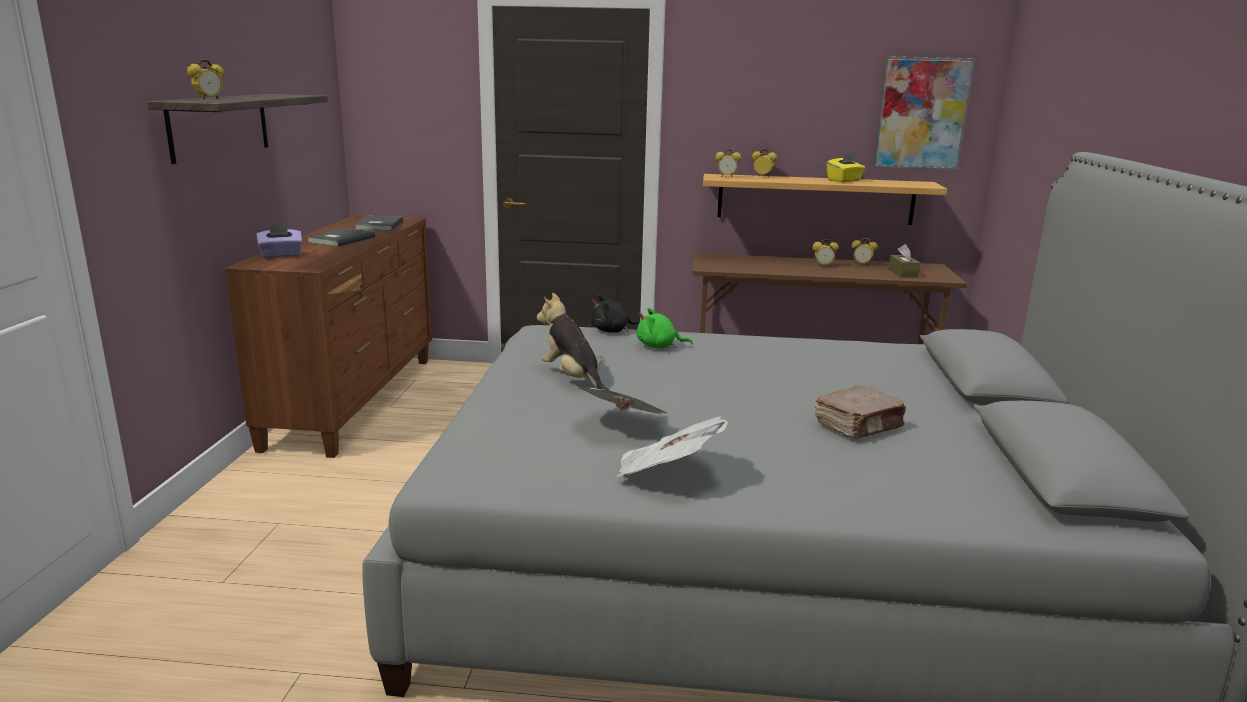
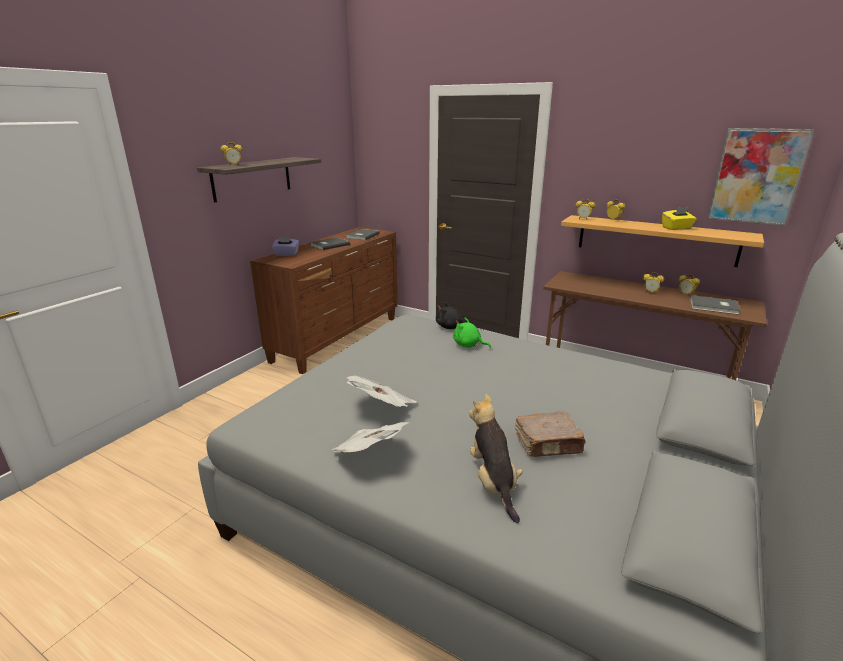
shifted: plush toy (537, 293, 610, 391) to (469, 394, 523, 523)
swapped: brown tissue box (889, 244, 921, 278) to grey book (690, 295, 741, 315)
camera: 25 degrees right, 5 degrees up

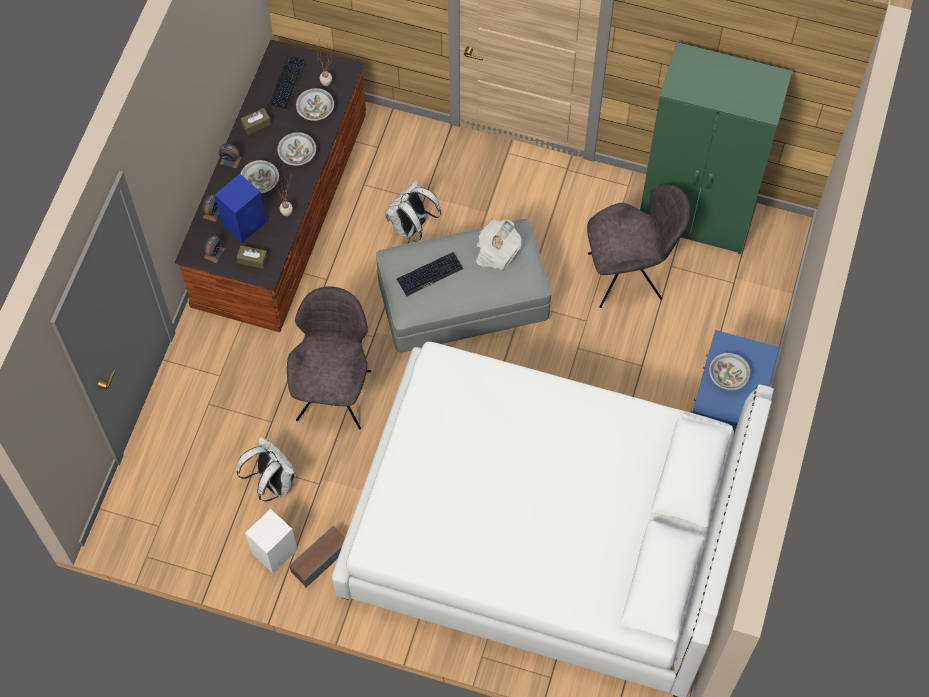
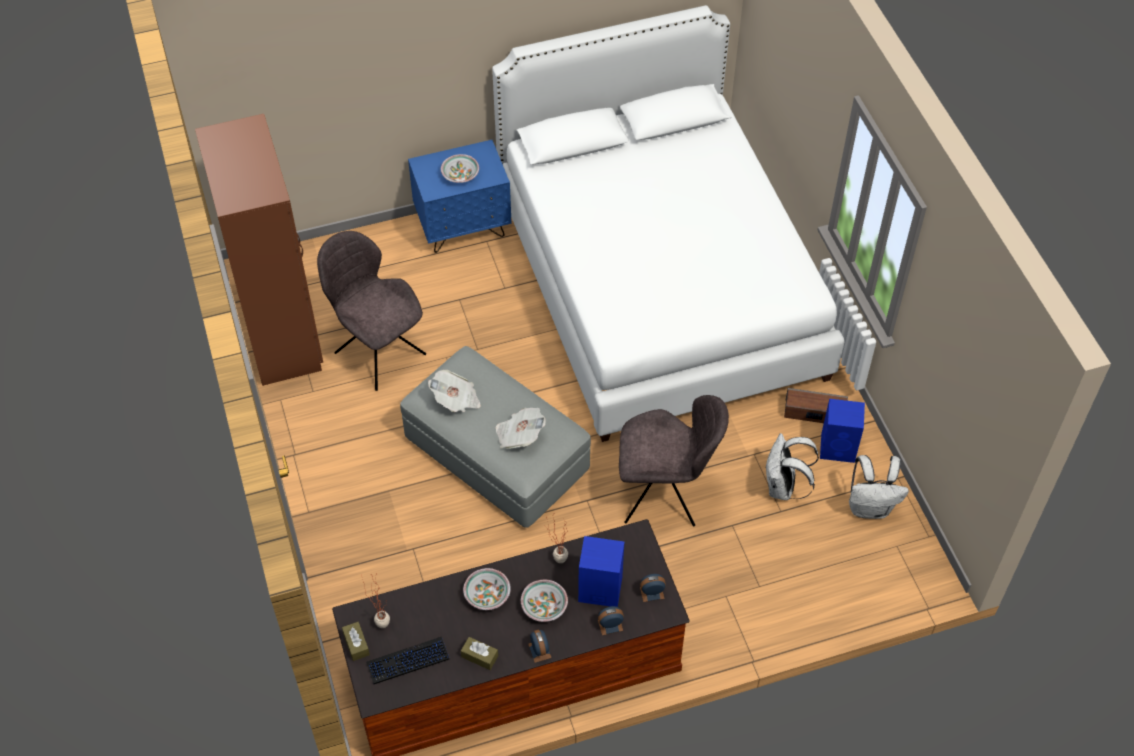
gone: bowl (296, 88, 334, 121)
shifted: brown tissue box (236, 245, 268, 269) to (342, 622, 370, 661); white backpack (385, 180, 441, 242) to (849, 455, 909, 519)
swapped: keyboard (396, 252, 463, 297) to newspaper (495, 408, 546, 449)
repainted: white speaker (245, 509, 298, 573) to blue speaker (820, 399, 865, 463); green wardrobe (640, 42, 792, 255) to brown wardrobe (195, 114, 323, 386)
rotated: grey chair (287, 286, 371, 429) = (619, 395, 729, 527) 150 degrees counterclockwise
camera: 125 degrees left, 10 degrees down

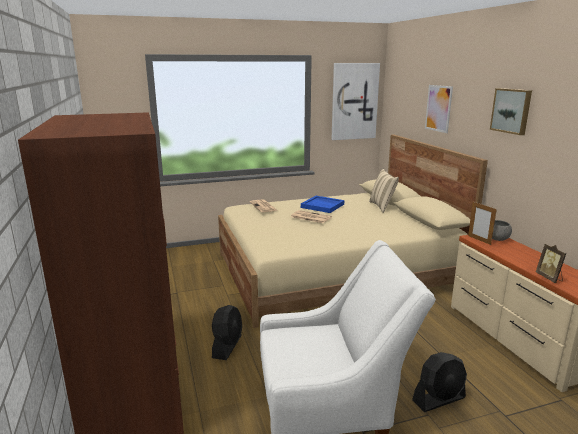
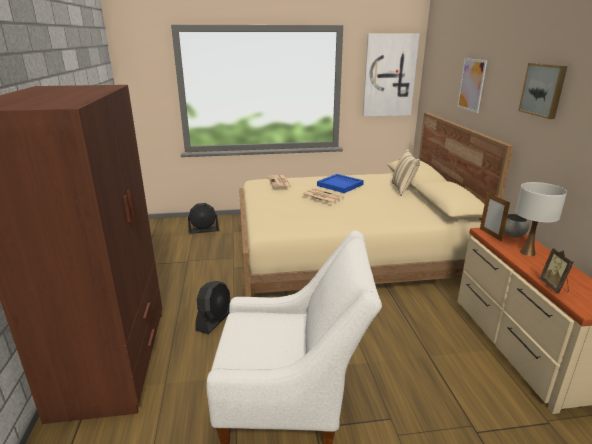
new: white table lamp (515, 182, 567, 256)
shifted: black fan (412, 352, 467, 412) to (188, 203, 219, 234)
camera: 10 degrees right, 5 degrees up

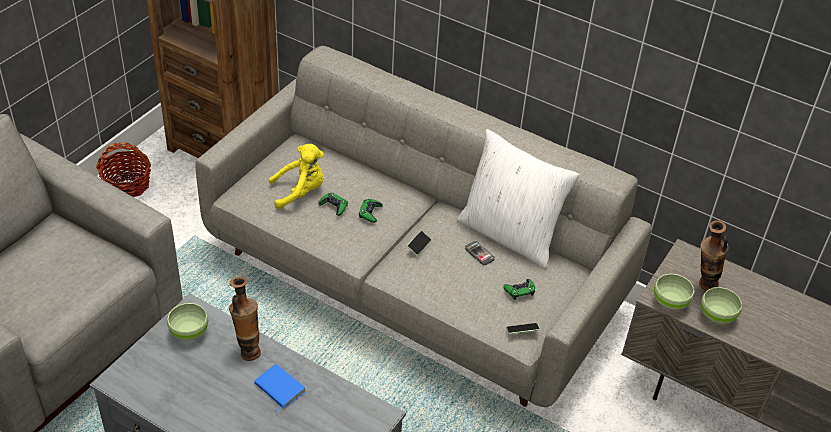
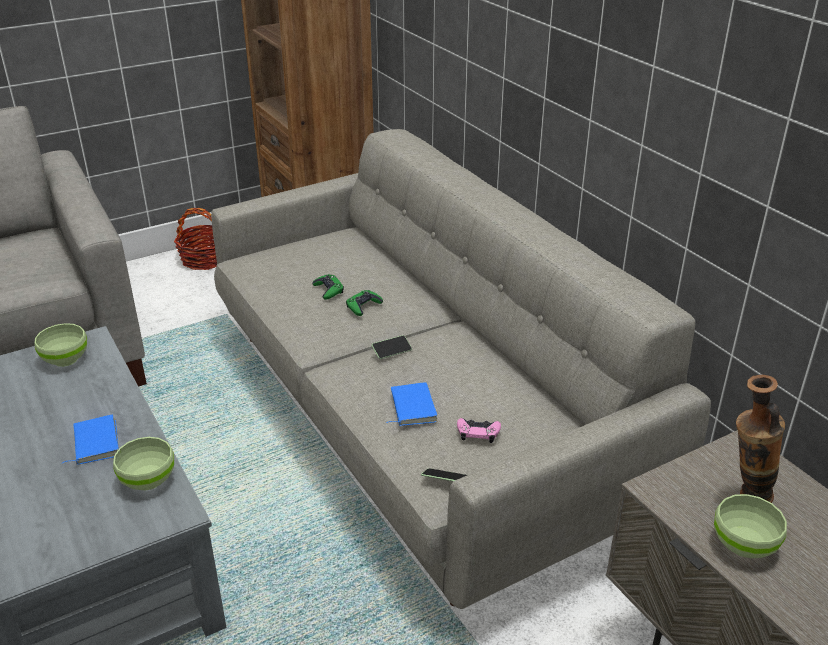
gone: vase (229, 277, 261, 361); yellow plush toy (269, 144, 324, 209); white pillow (457, 129, 579, 269); phone (465, 241, 495, 265)
new: blue book (386, 382, 437, 426)
shifted: green bowl (654, 274, 694, 310) to (113, 437, 174, 490)
repainted: green game controller (503, 279, 535, 300) to pink game controller (457, 418, 501, 443)
camera: 30 degrees right, 10 degrees down

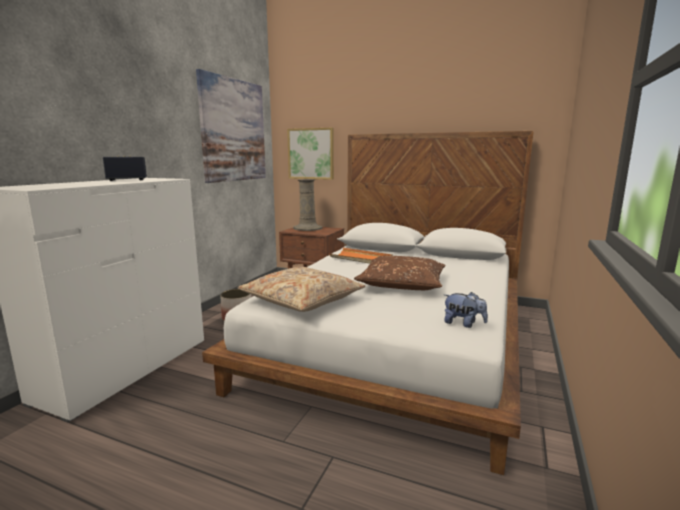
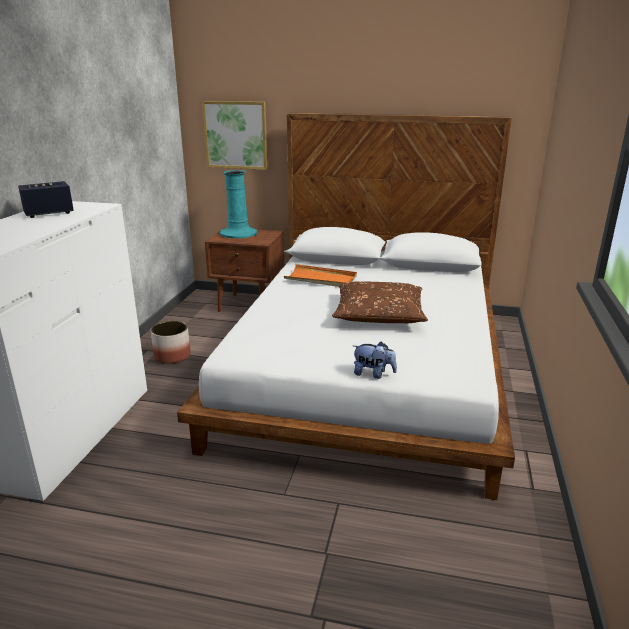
gone: picture (196, 69, 266, 183); beige pillow (238, 267, 365, 312)
shifted: plush toy (444, 292, 488, 328) to (353, 342, 397, 379)
repainted: beige vase (293, 179, 323, 231) to turquoise vase (220, 170, 257, 239)
camera: 10 degrees left, 10 degrees up

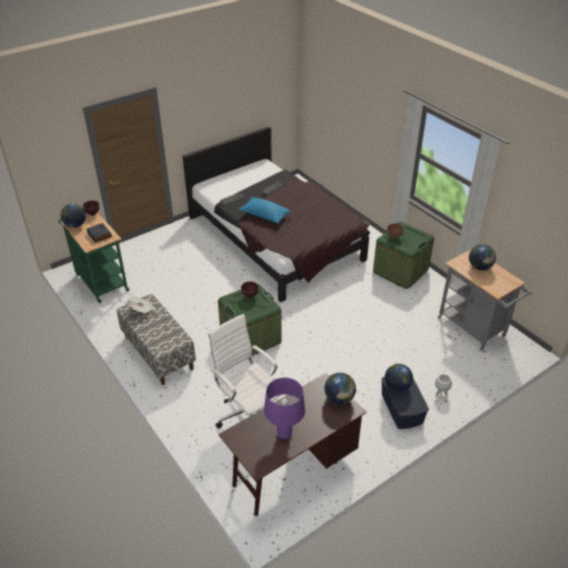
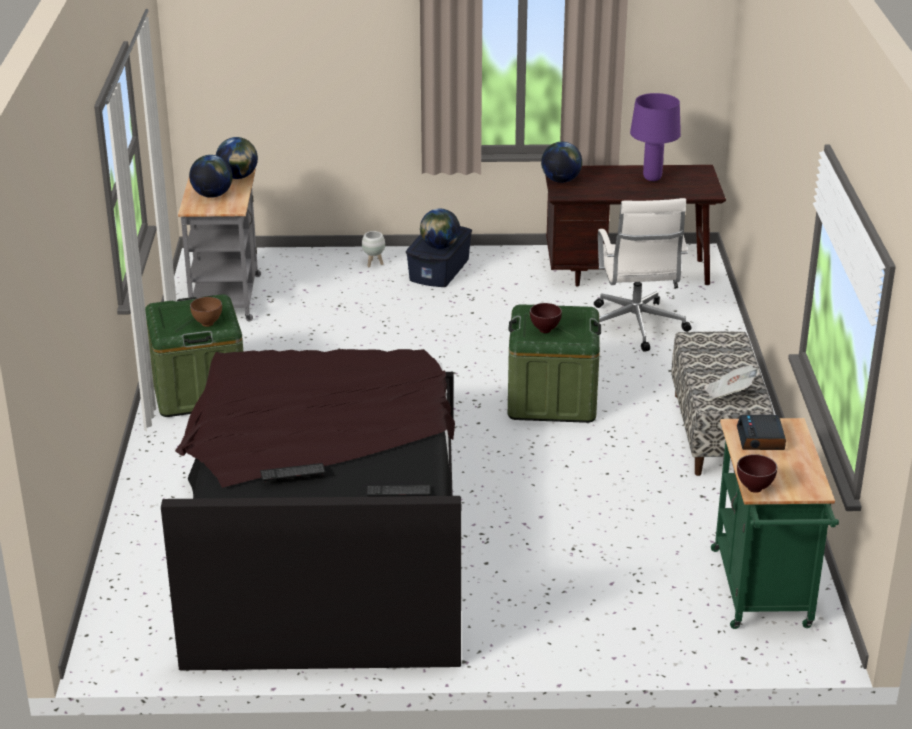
gone: blue pillow (239, 197, 291, 224)
shifted: globe (61, 204, 86, 228) to (216, 137, 258, 179)
camera: 145 degrees left, 10 degrees down

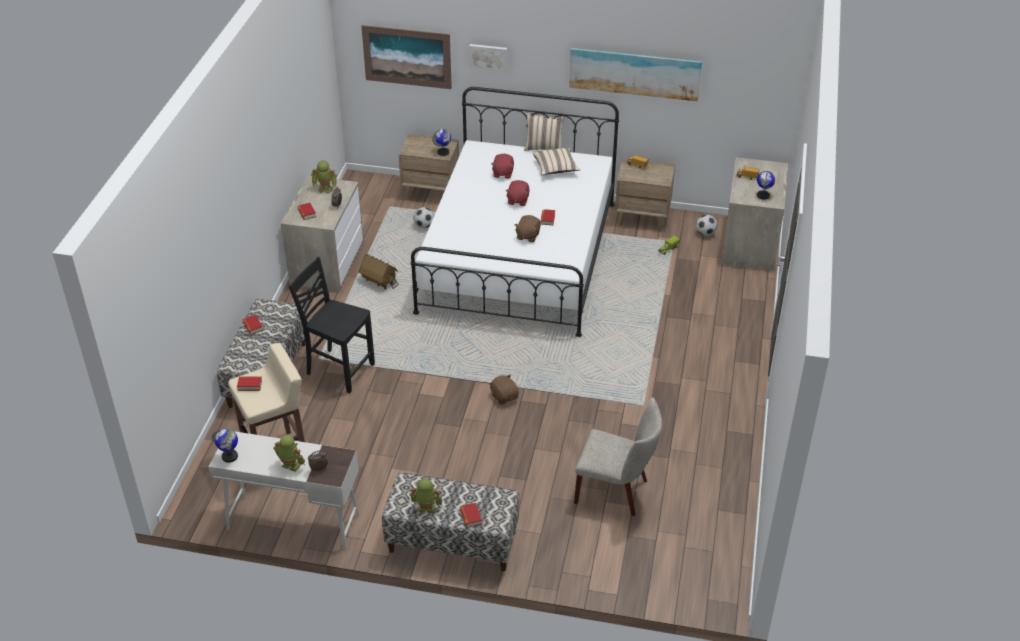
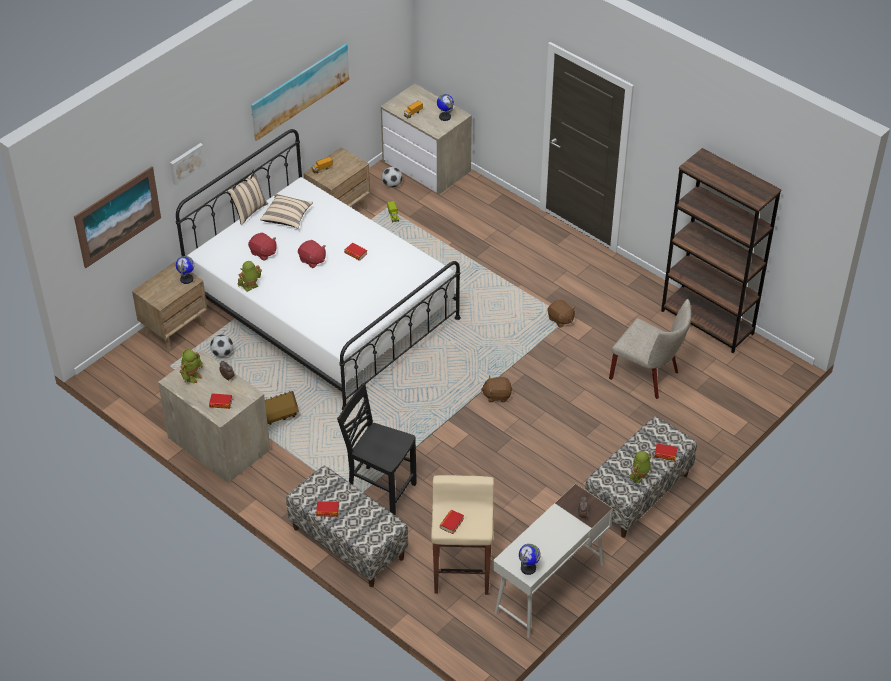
new: brown bookcase (661, 148, 782, 353)
shifted: toy robot (273, 435, 305, 472) to (238, 261, 262, 292); brown plush toy (515, 215, 541, 242) to (547, 300, 575, 327)
rotated: black chair (289, 257, 375, 393) = (337, 383, 417, 515) 60 degrees clockwise; beige chair (574, 397, 662, 516) = (609, 299, 691, 399) 75 degrees clockwise
camera: 60 degrees left, 5 degrees up

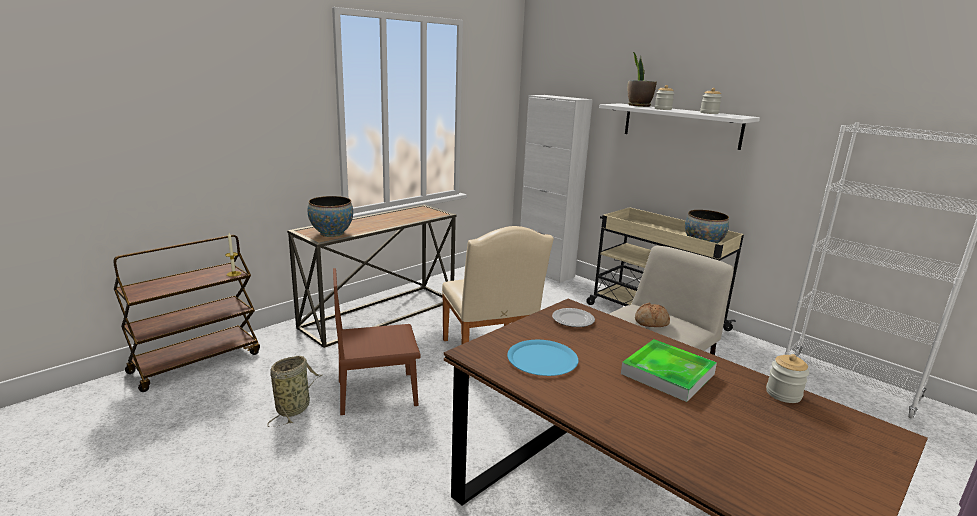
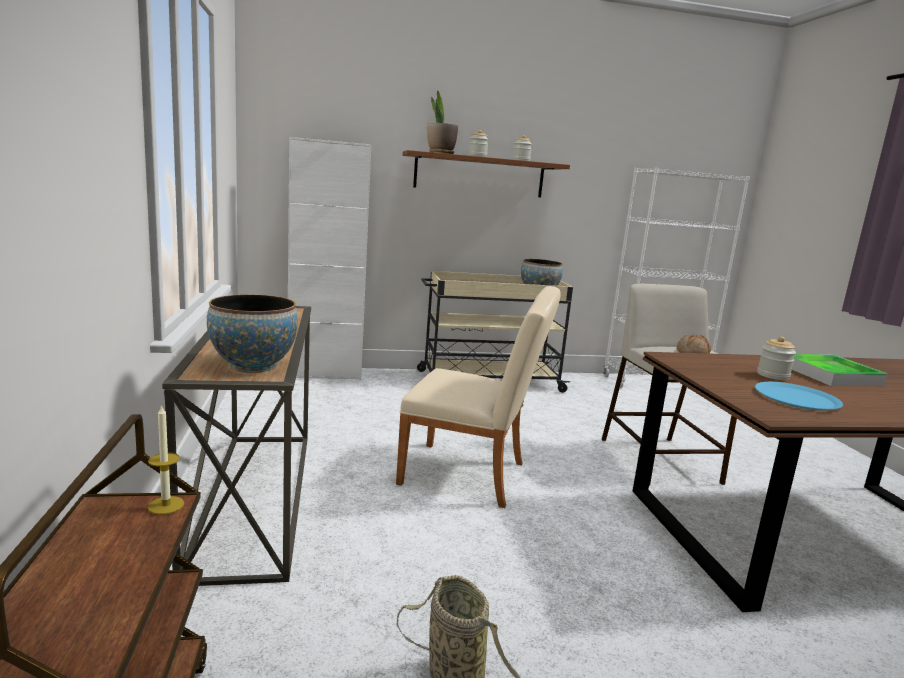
gone: brown chair (333, 268, 420, 415); plate (552, 308, 595, 327)
shifted: jar (766, 354, 809, 403) to (757, 336, 796, 380)
repainted: white shelf (599, 103, 760, 150) to brown shelf (403, 150, 570, 197)
camera: 55 degrees left, 5 degrees down

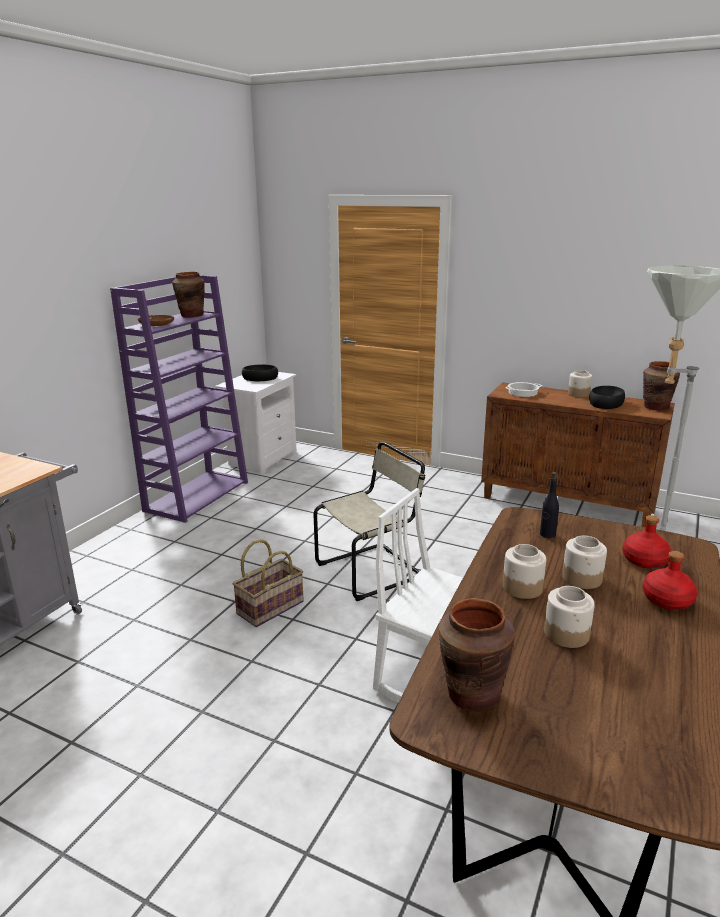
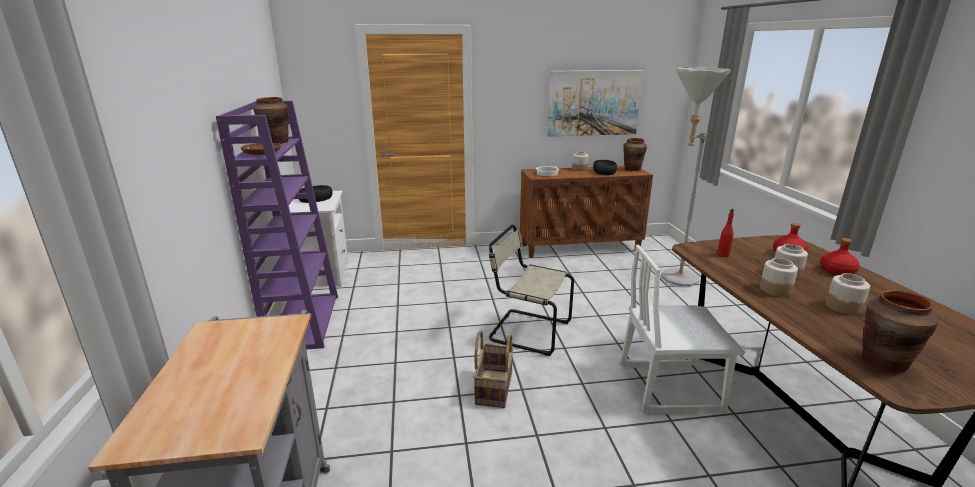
new: picture (547, 70, 643, 137)
repainted: black bottle (540, 472, 559, 538) to red bottle (717, 209, 734, 257)
rotated: beige chair (314, 442, 425, 601) = (489, 225, 574, 356) 90 degrees counterclockwise
camera: 35 degrees left, 0 degrees up

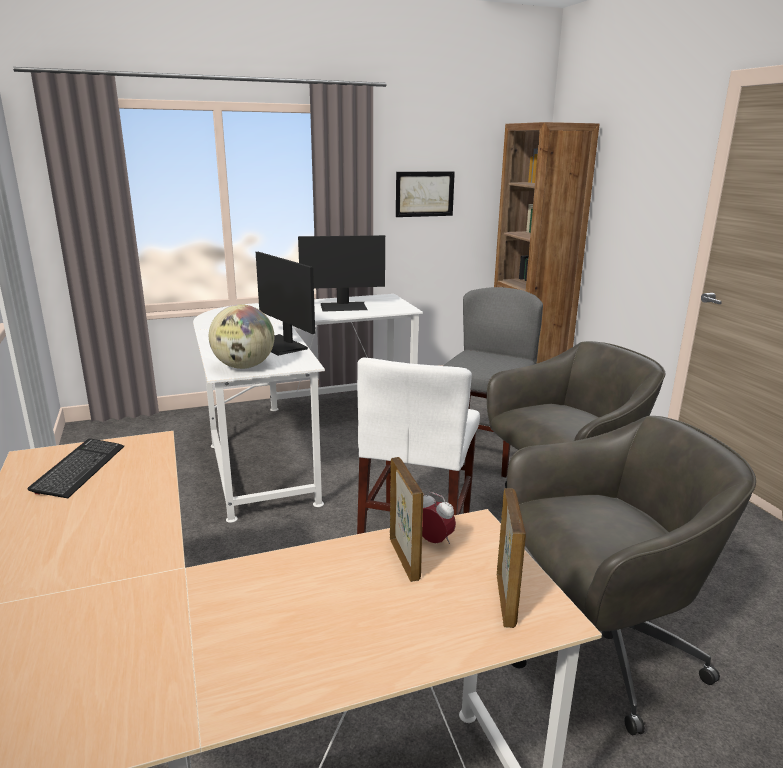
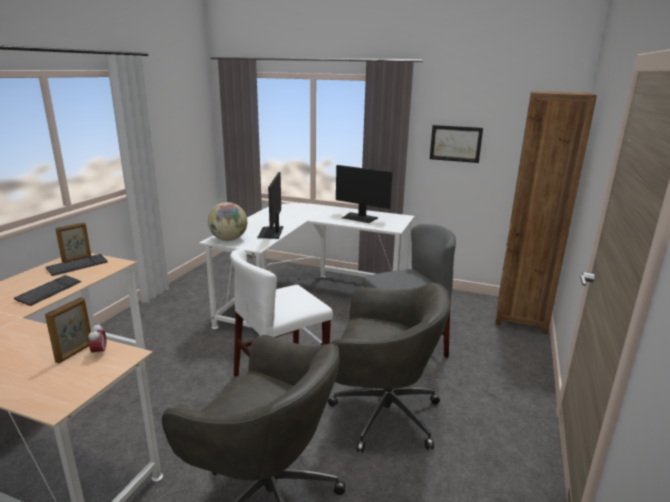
new: keyboard (14, 275, 81, 306)
shifted: picture frame (497, 488, 526, 628) to (55, 222, 91, 263)
camera: 40 degrees right, 0 degrees up

